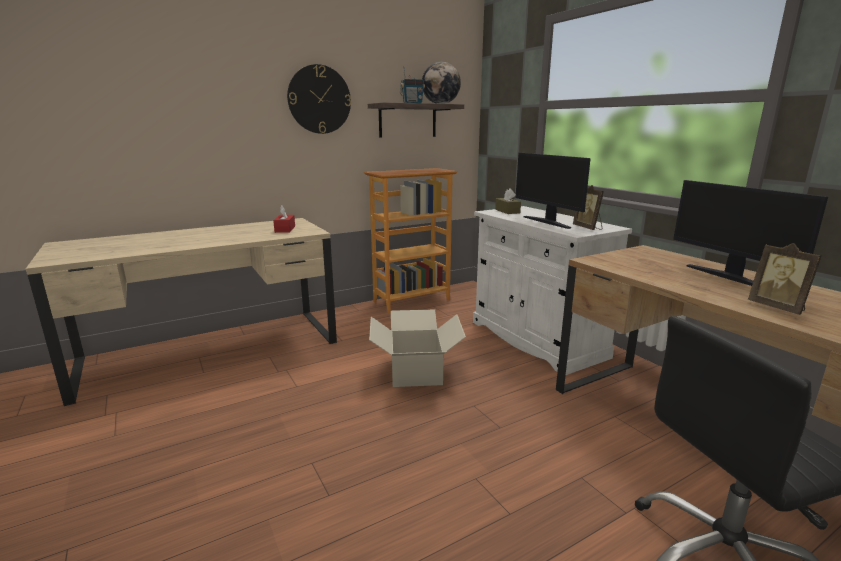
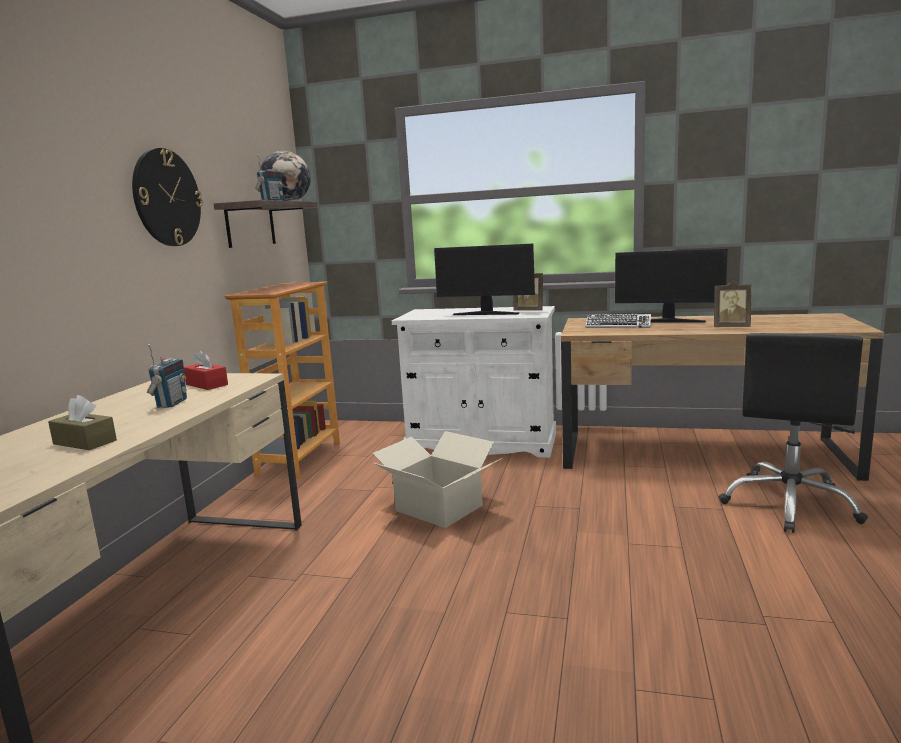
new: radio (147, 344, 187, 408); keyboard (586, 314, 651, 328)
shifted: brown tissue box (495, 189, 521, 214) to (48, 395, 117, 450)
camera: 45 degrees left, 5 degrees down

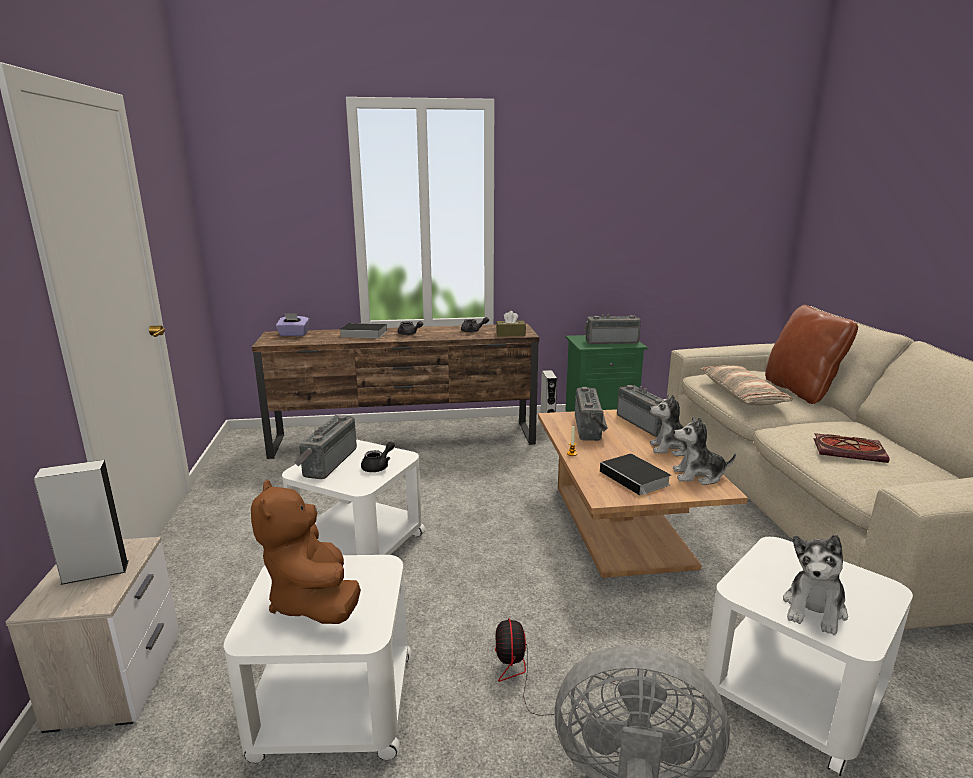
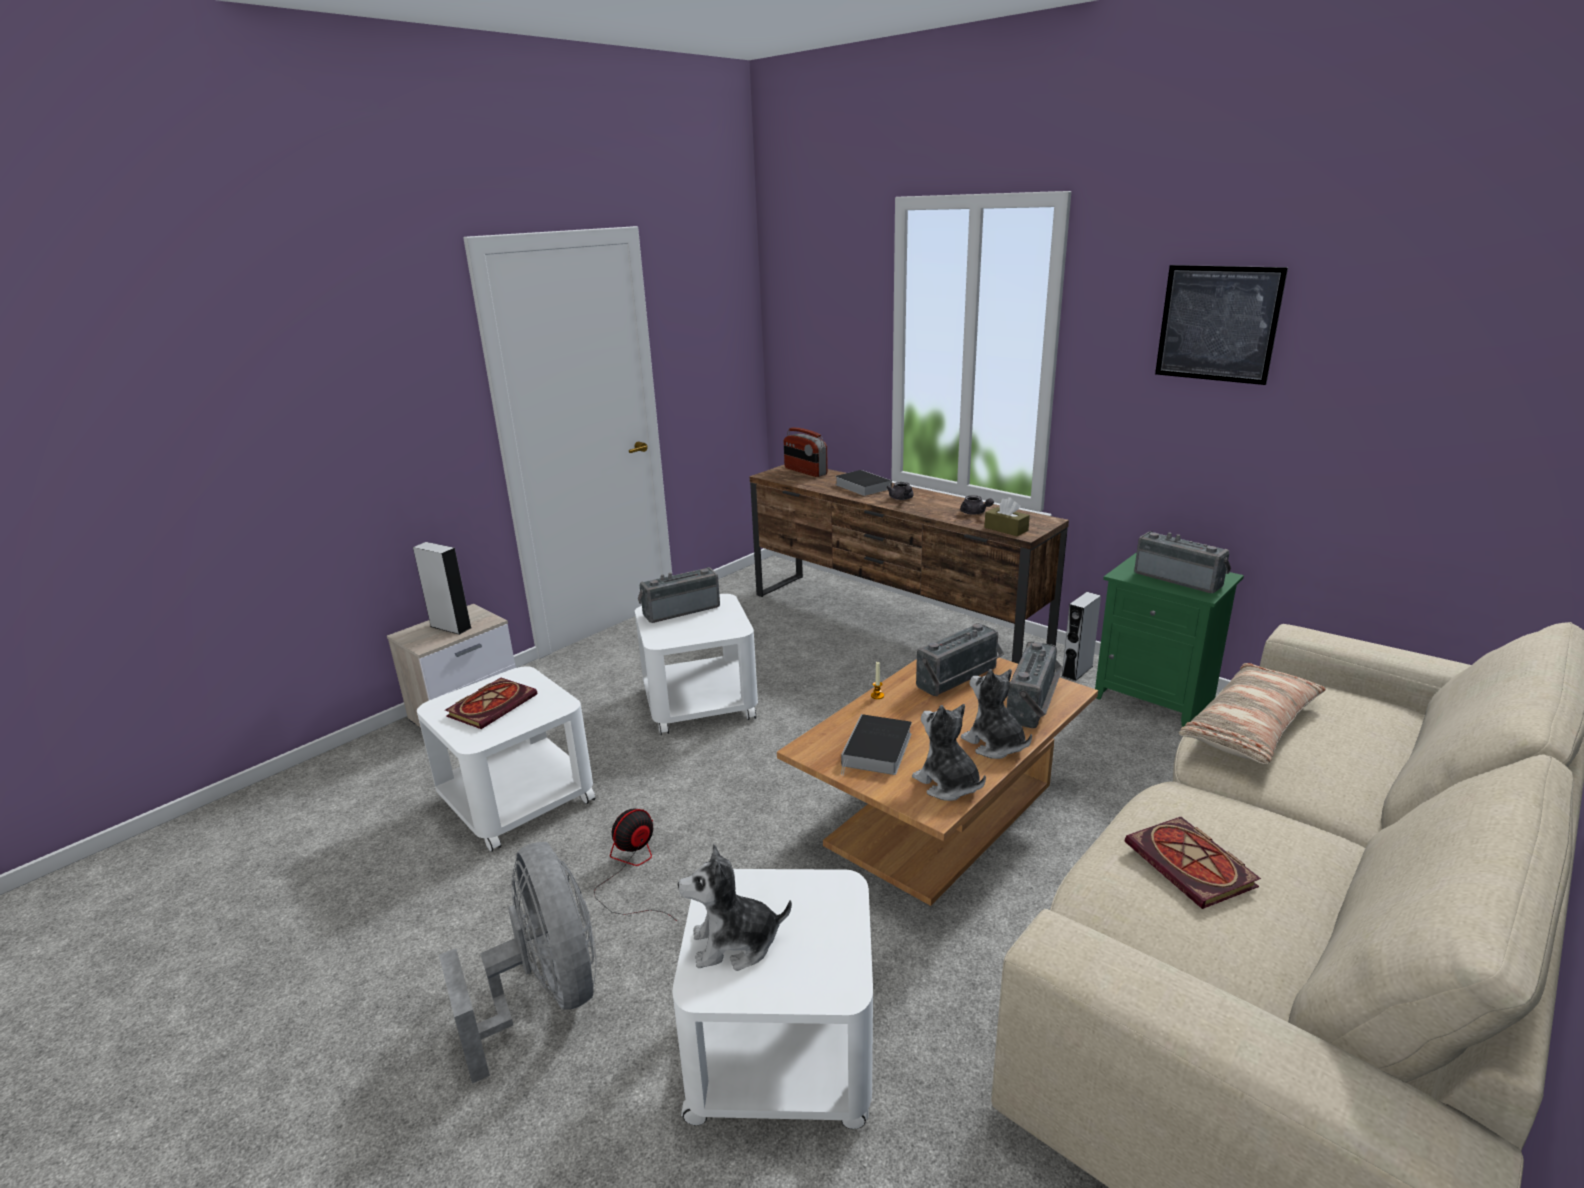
gone: black teapot (361, 441, 395, 472); brown pillow (765, 305, 858, 404)
new: picture (1155, 265, 1288, 385)
swapped: brown plush toy (251, 480, 361, 624) to book (445, 678, 537, 729); purple tissue box (276, 313, 309, 336) to radio (784, 427, 828, 477)
camera: 50 degrees right, 5 degrees up

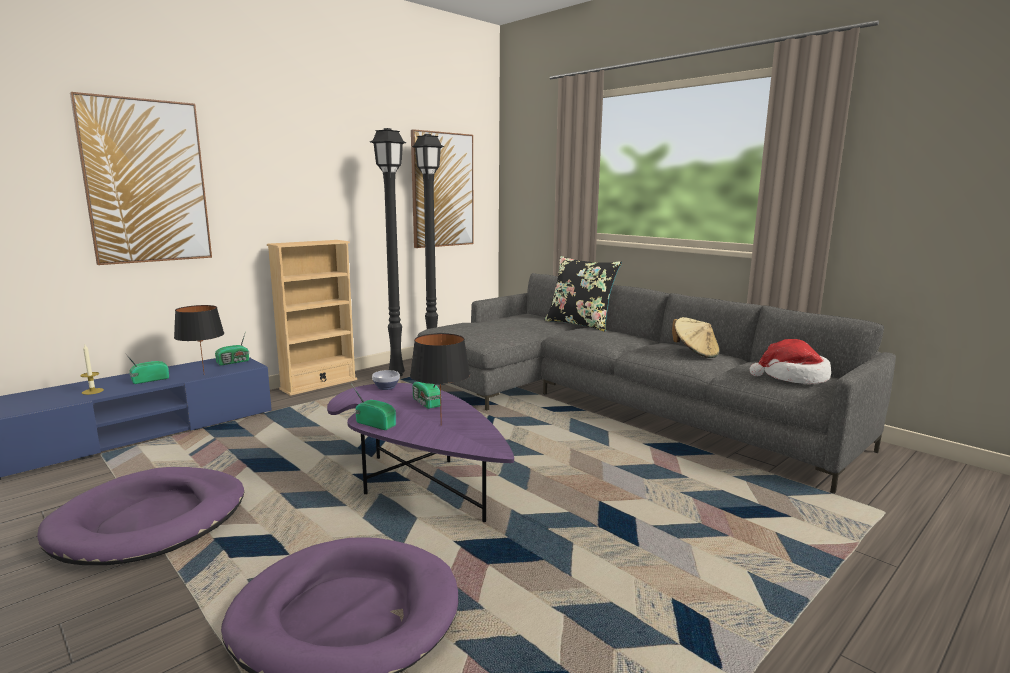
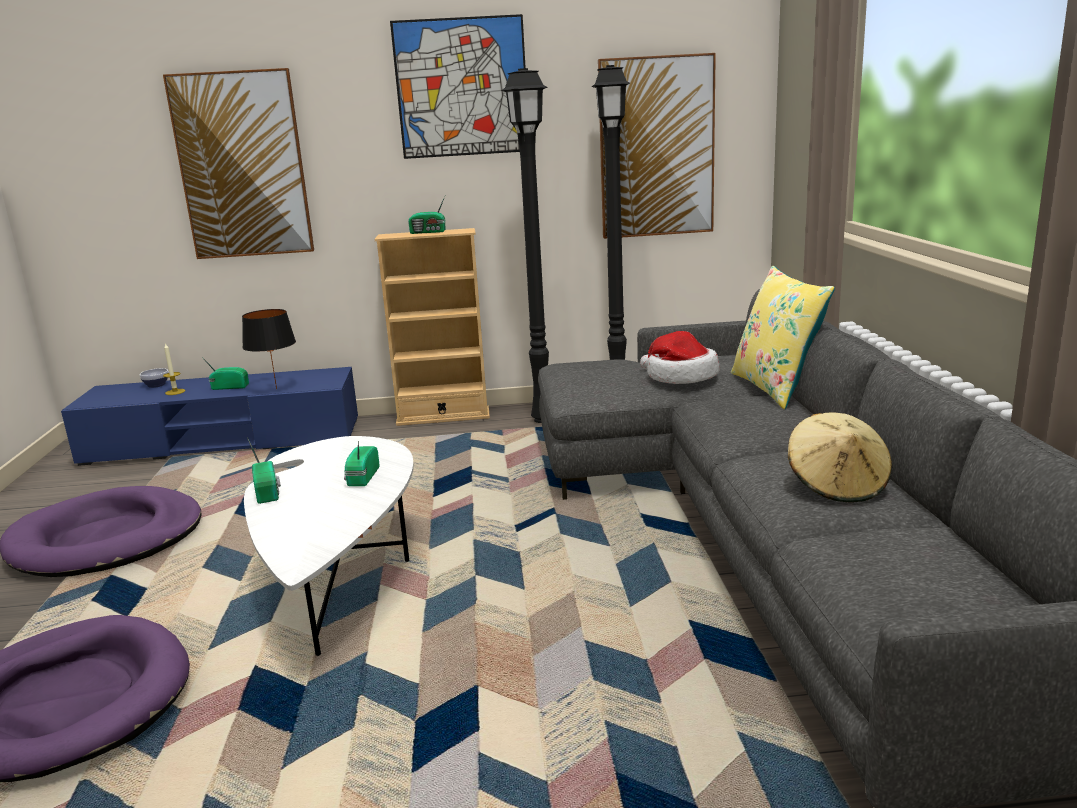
gone: black table lamp (410, 333, 470, 425)
new: picture (390, 14, 526, 159)
shifted: radio (215, 331, 249, 365) to (408, 196, 446, 234); bowl (372, 370, 400, 390) to (139, 368, 169, 388); hat (750, 339, 831, 384) to (640, 331, 719, 384)
repainted: purple coffee table (327, 383, 514, 522) to white coffee table (244, 436, 414, 656); black pillow (544, 256, 622, 332) to yellow pillow (731, 266, 835, 409)
camera: 40 degrees right, 5 degrees up

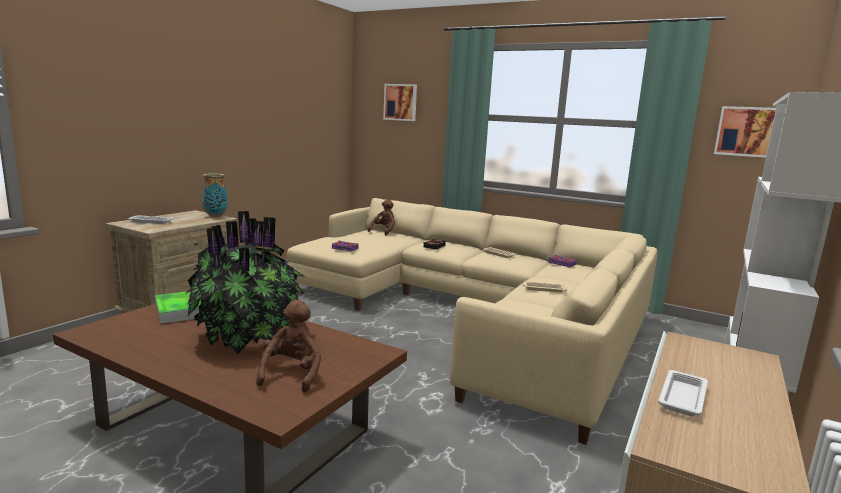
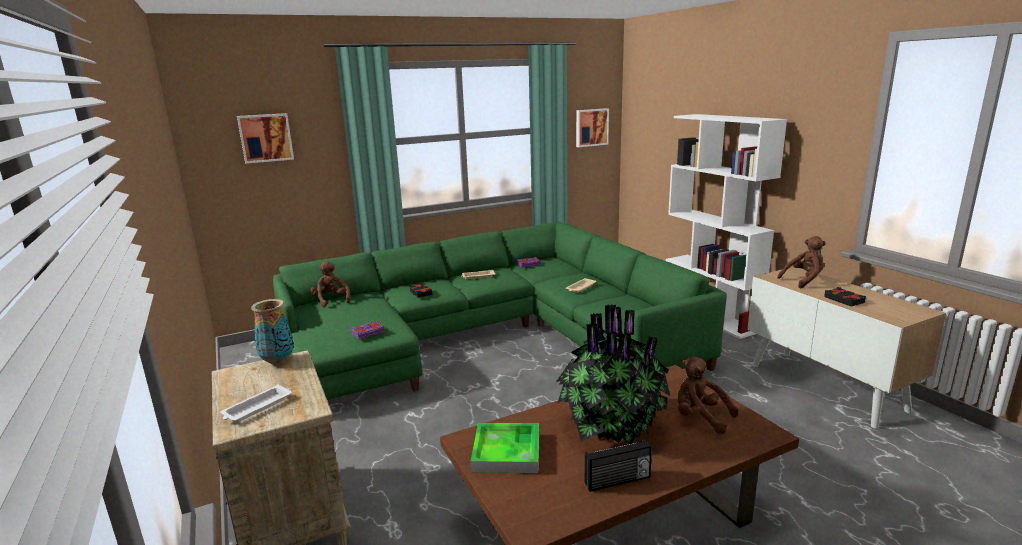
new: radio (585, 439, 652, 492); brown plush toy (777, 236, 826, 288)
swapped: white tray (658, 370, 708, 416) to black book (824, 287, 866, 307)
repainted: beige sofa (287, 198, 657, 445) to green sofa (273, 222, 727, 400)
camera: 55 degrees left, 5 degrees up

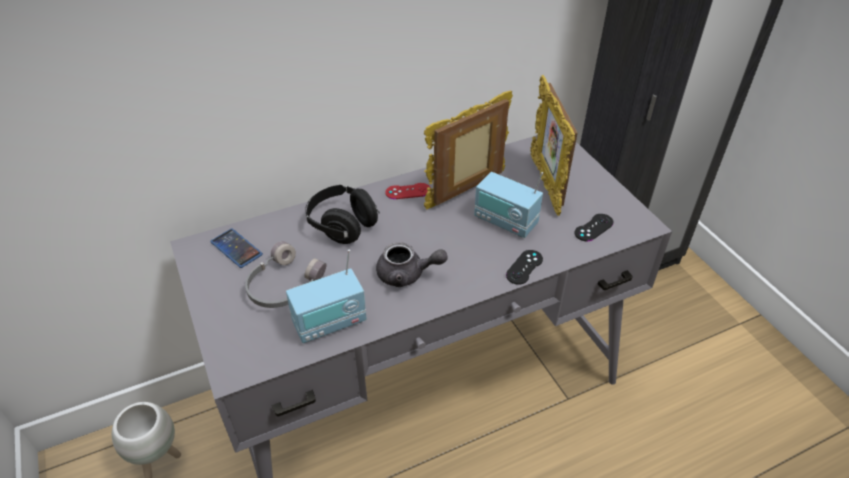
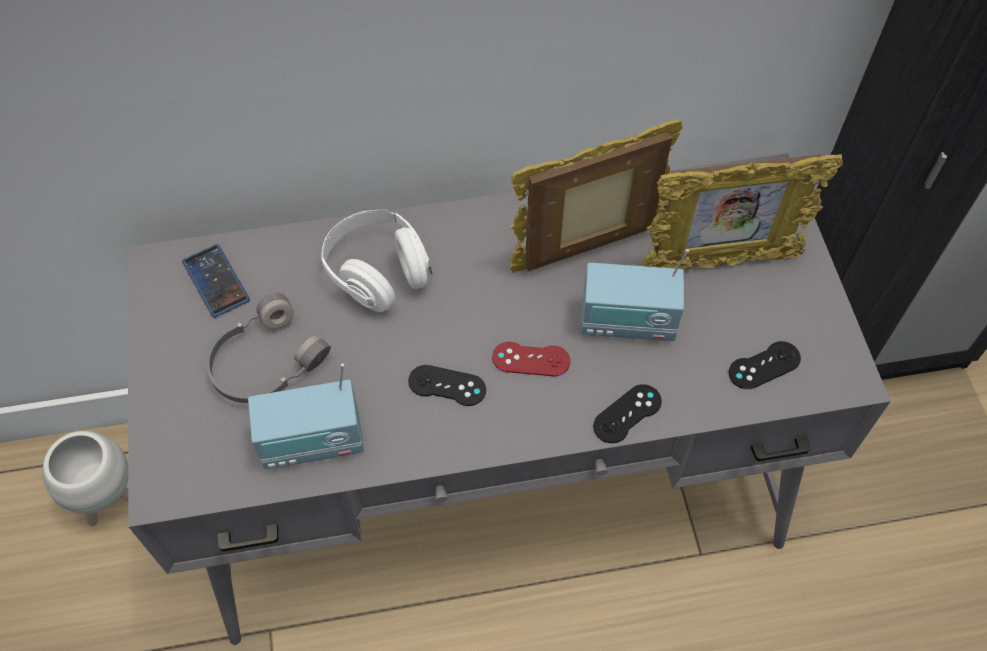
shifted: red game controller (385, 183, 430, 199) to (492, 342, 570, 376)
swapped: grey teapot (376, 242, 448, 287) to black game controller (408, 365, 486, 406)
repainted: black headphones (305, 185, 380, 244) to white headphones (321, 210, 432, 312)
rotated: radio (474, 172, 543, 238) = (581, 249, 689, 341) 45 degrees counterclockwise; picture frame (530, 75, 577, 216) = (641, 154, 843, 269) 105 degrees counterclockwise
camera: 15 degrees right, 15 degrees up

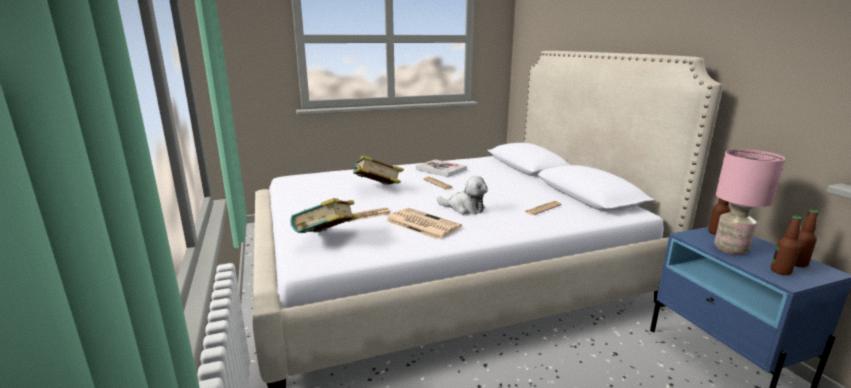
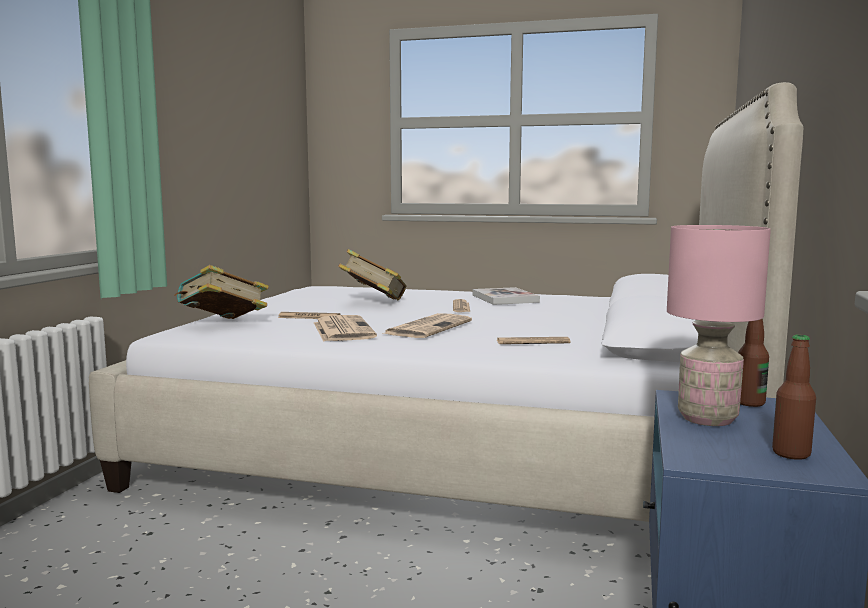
gone: bottle (771, 215, 802, 275)
swapped: plush toy (437, 176, 488, 214) to newspaper (382, 313, 472, 338)
camera: 35 degrees right, 10 degrees down

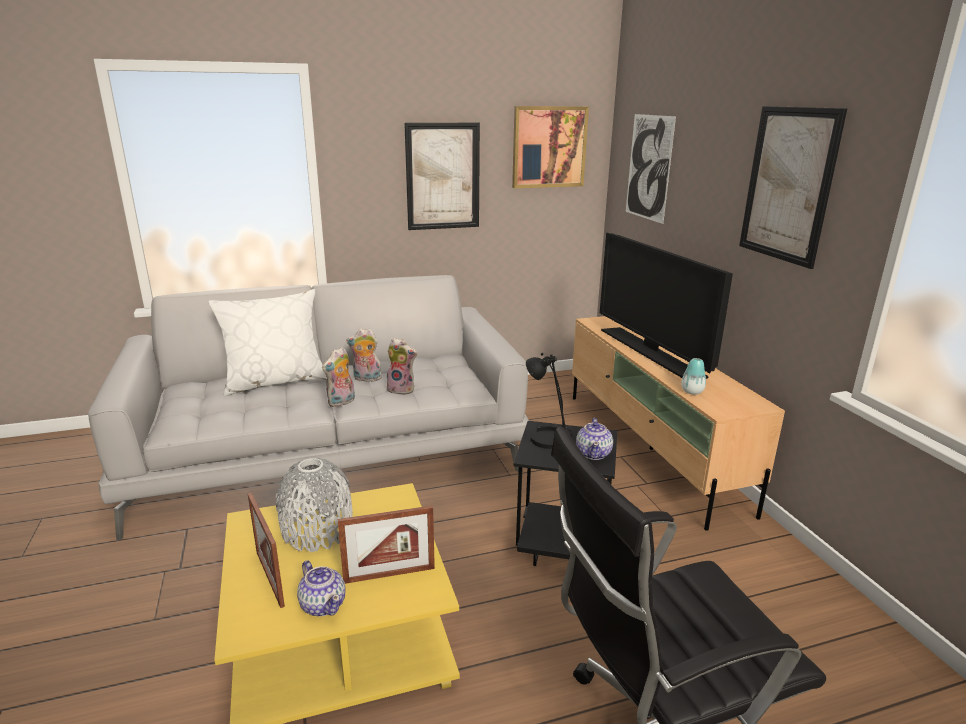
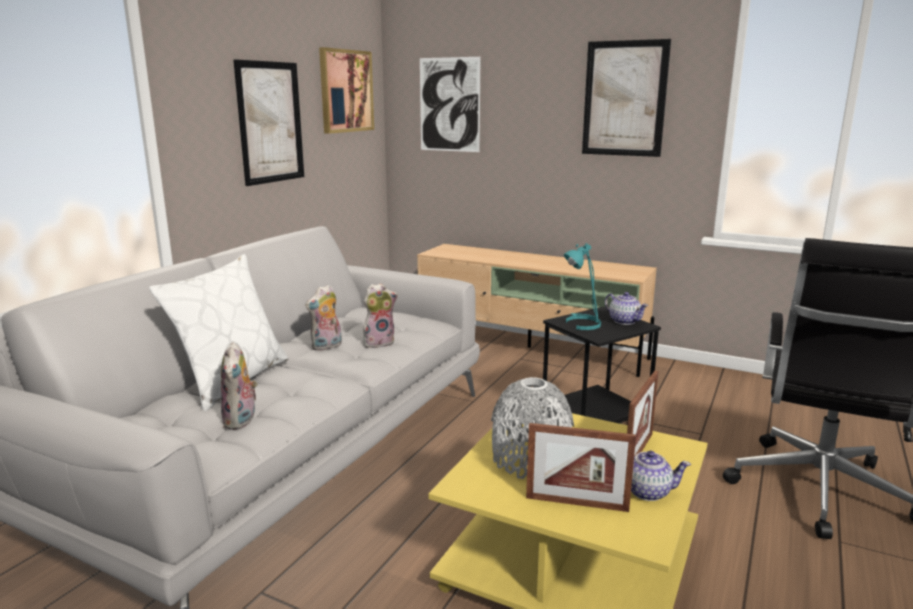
gone: television (600, 232, 733, 379); vase (681, 358, 706, 395)
shifted: plush toy (322, 347, 355, 407) to (221, 342, 258, 430)
repainted: black table lamp (526, 353, 572, 449) to turquoise table lamp (564, 243, 601, 330)
camera: 45 degrees left, 5 degrees down

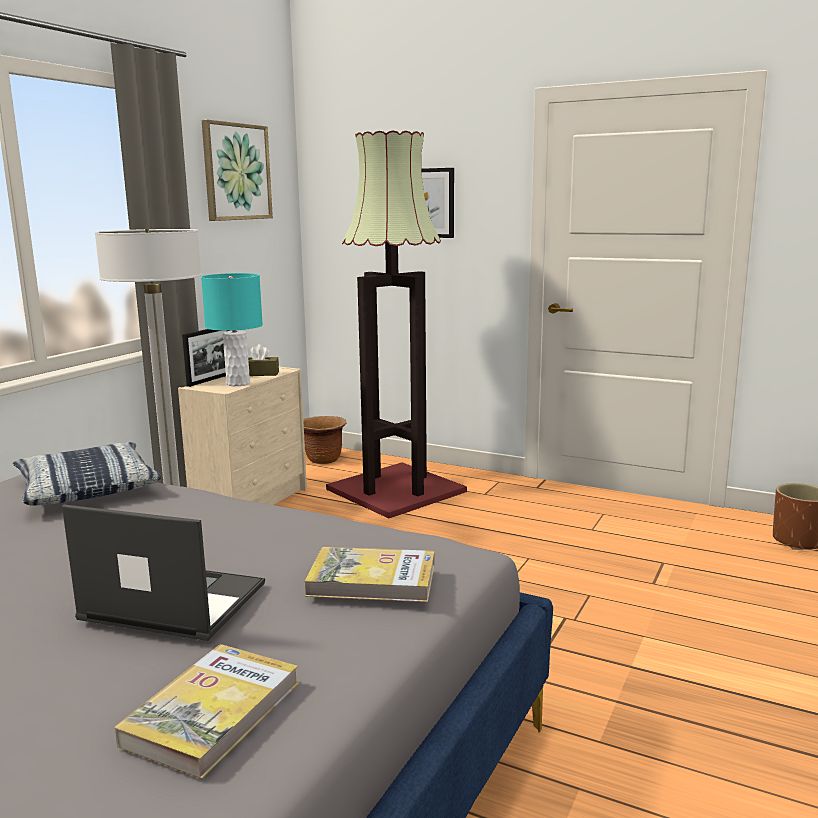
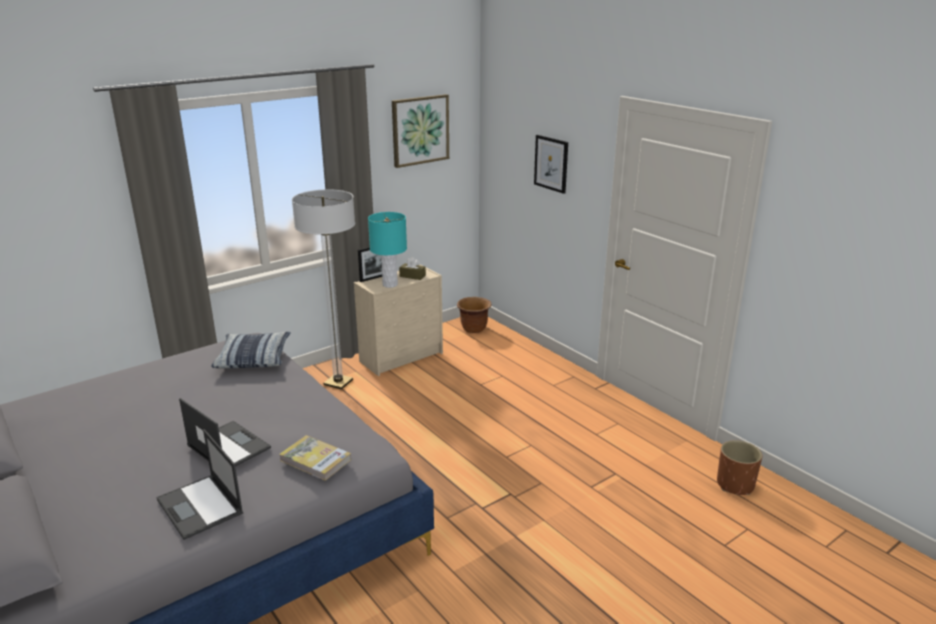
gone: floor lamp (326, 131, 467, 518)
swapped: book (115, 644, 299, 779) to laptop (156, 429, 243, 540)
camera: 25 degrees right, 10 degrees up

